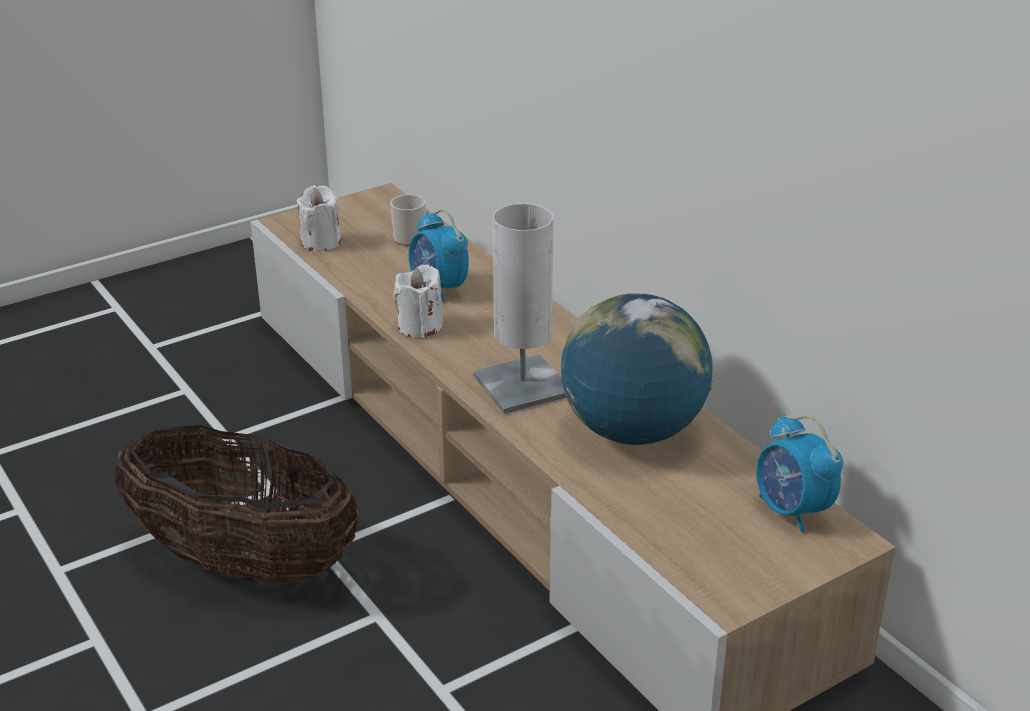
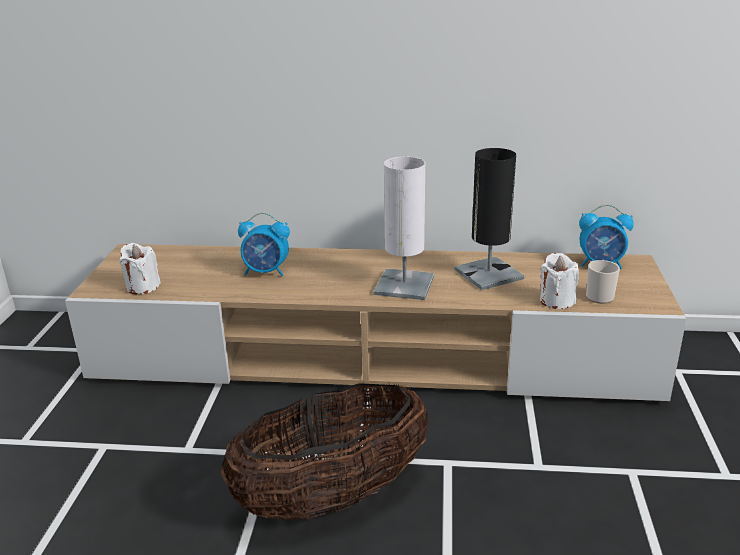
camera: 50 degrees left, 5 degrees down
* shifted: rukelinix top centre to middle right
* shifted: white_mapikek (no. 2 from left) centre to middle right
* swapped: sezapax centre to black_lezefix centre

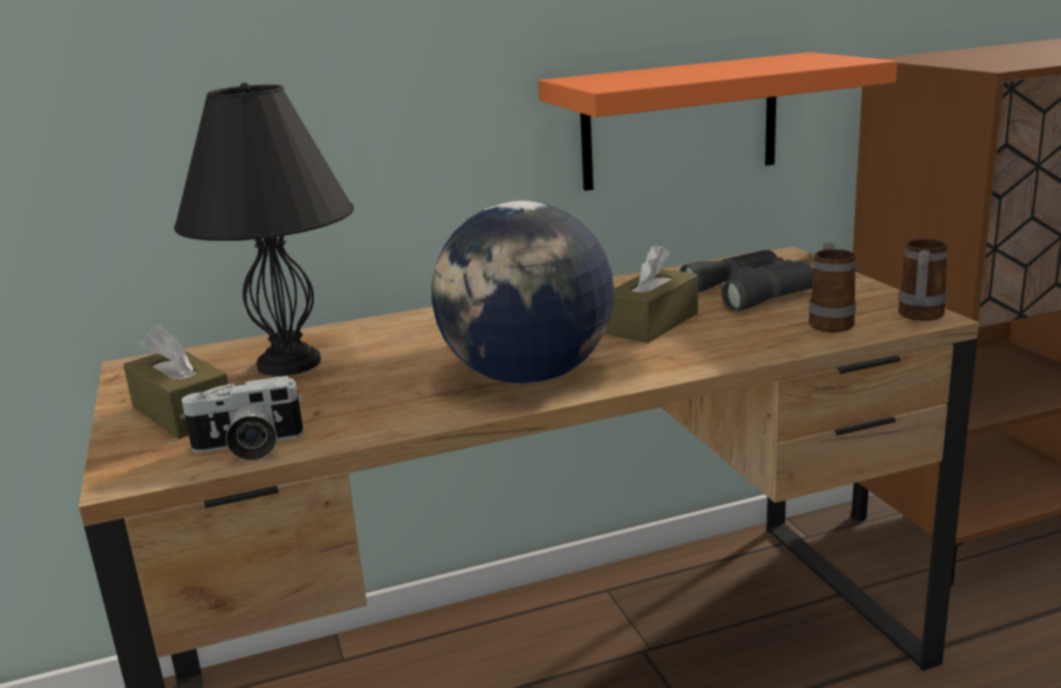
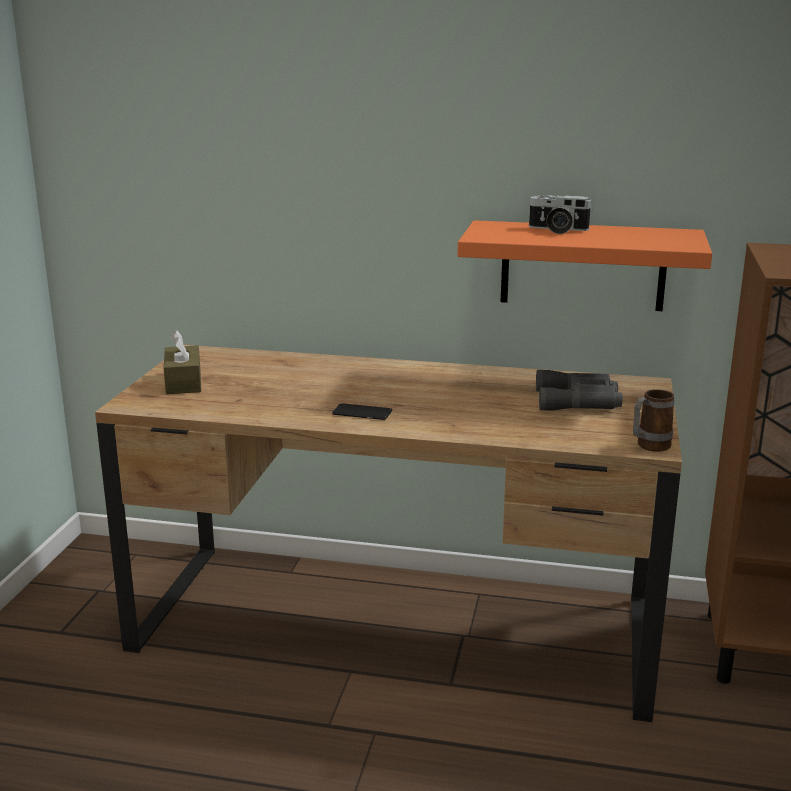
camera: 30 degrees right, 0 degrees up
* gone: black_lezefix top left
* gone: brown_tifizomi (no. 2 from left) centre
* gone: rukelinix (no. 1 from left) middle right
* shifted: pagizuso middle left to top right
* swapped: sezapax centre to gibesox centre

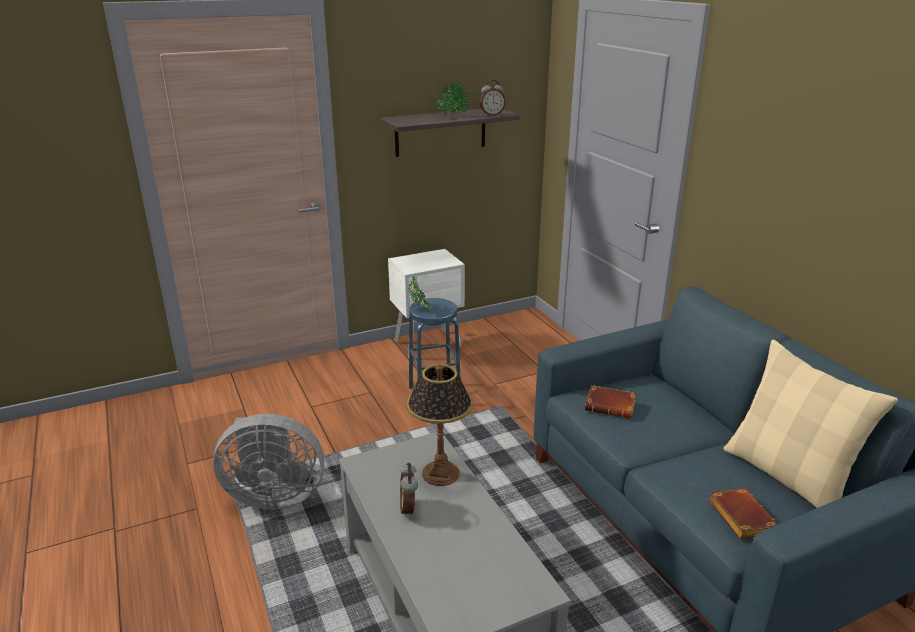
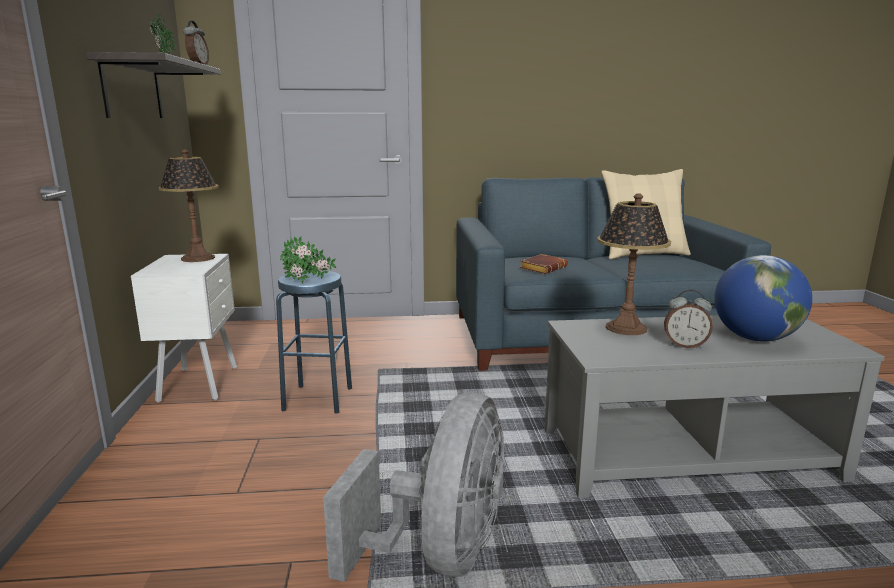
camera: 70 degrees left, 10 degrees down
* gone: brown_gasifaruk (no. 2 from left) bottom right
* new: lezefix (no. 1 from left) middle left
* new: sezapax middle right

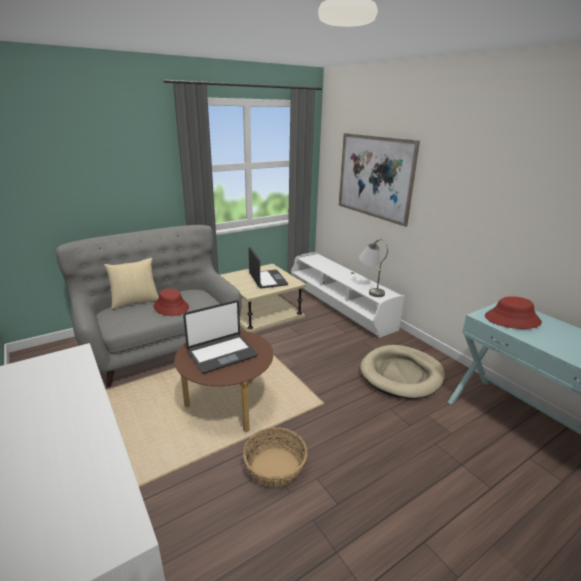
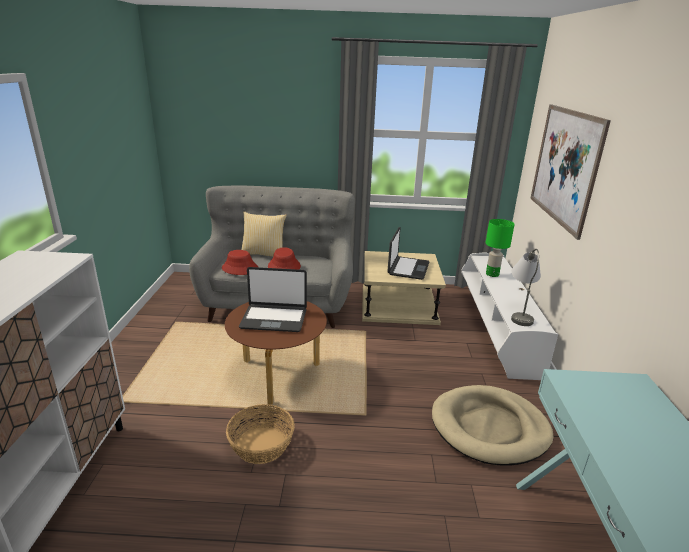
camera: 35 degrees right, 0 degrees up
* new: green_lezefix middle right
* shifted: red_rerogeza (no. 2 from left in the first image) middle right to red_rerogeza (no. 1 from left) centre

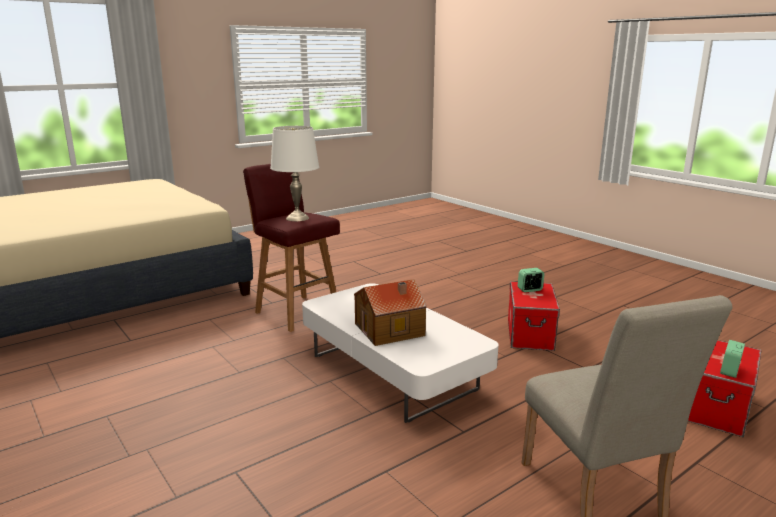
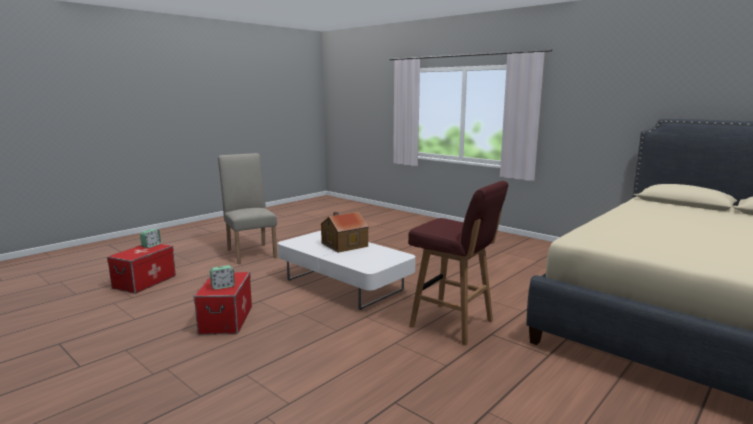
camera: 170 degrees right, 5 degrees down
* gone: white_lezefix centre

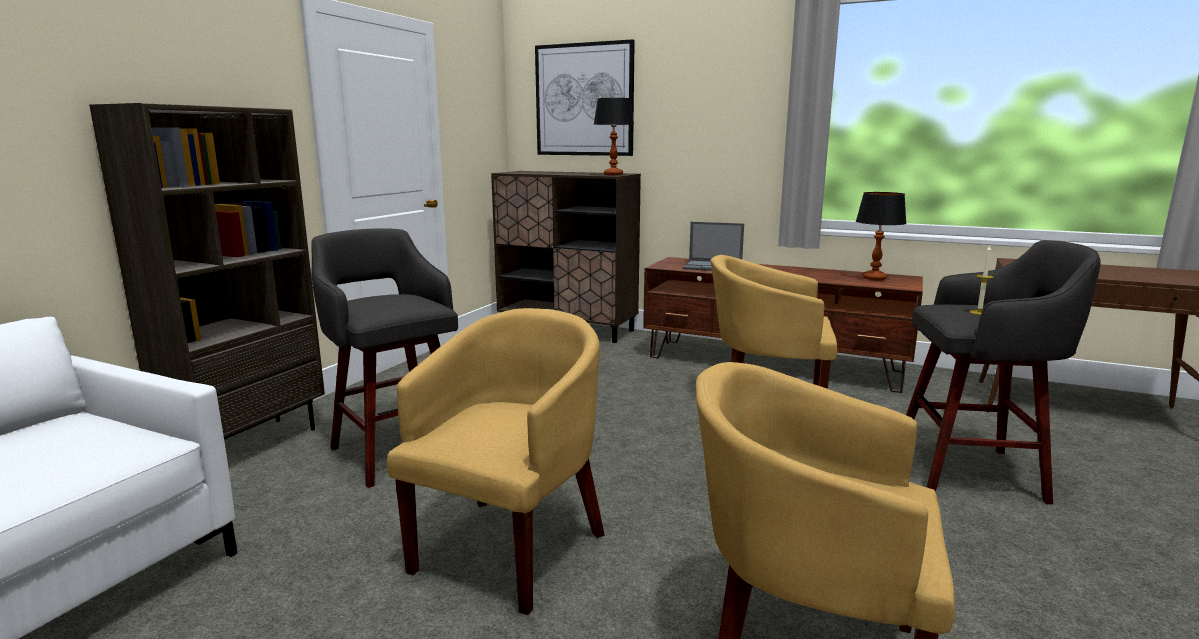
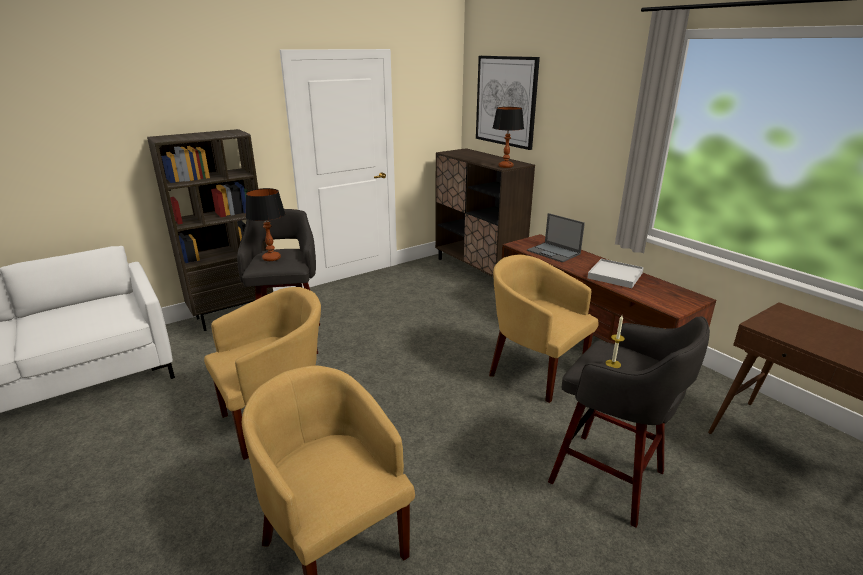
camera: 30 degrees right, 10 degrees up
* new: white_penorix middle right
* shifted: lezefix (no. 2 from left in the first image) middle right to lezefix (no. 1 from left) middle left

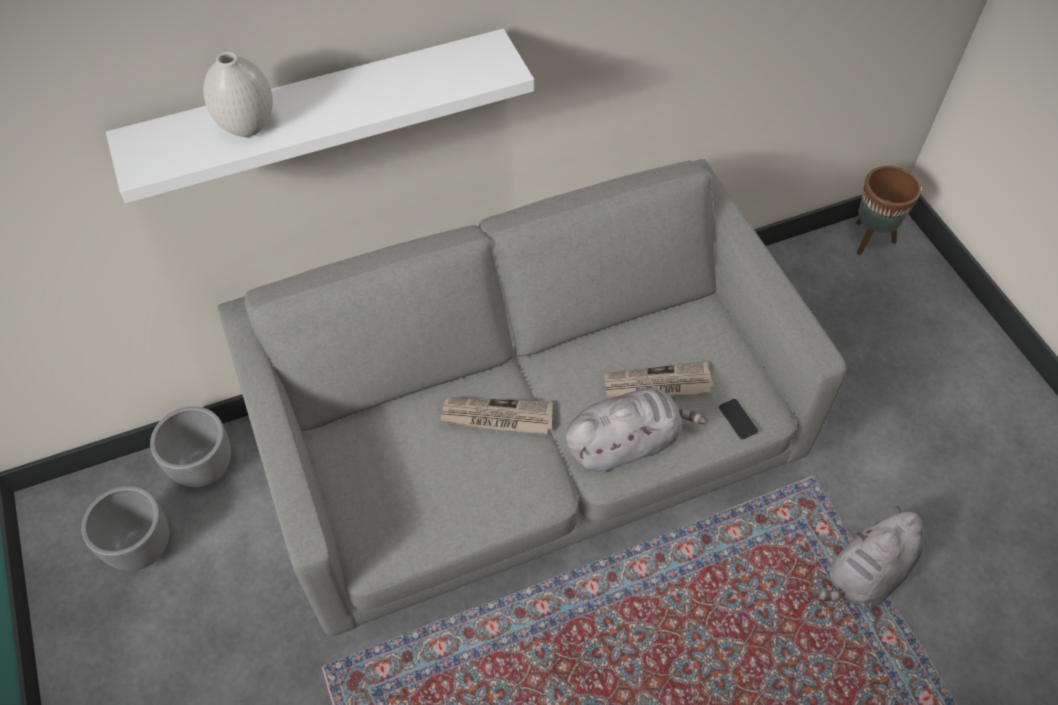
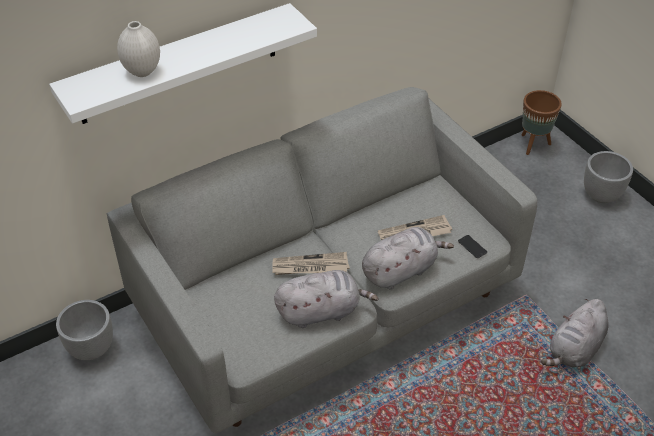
camera: 10 degrees left, 10 degrees down
* new: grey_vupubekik (no. 1 from left) bottom centre
* shifted: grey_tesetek (no. 1 from left in the first image) bottom left to grey_tesetek (no. 2 from left) middle right

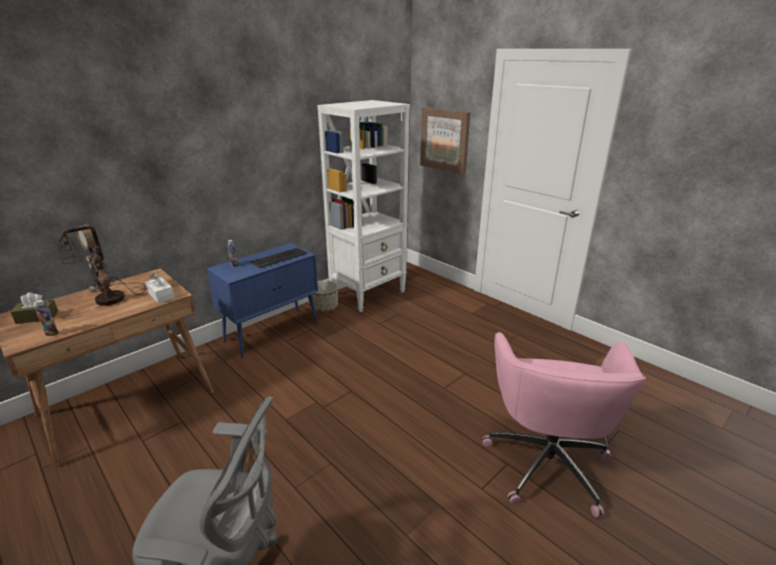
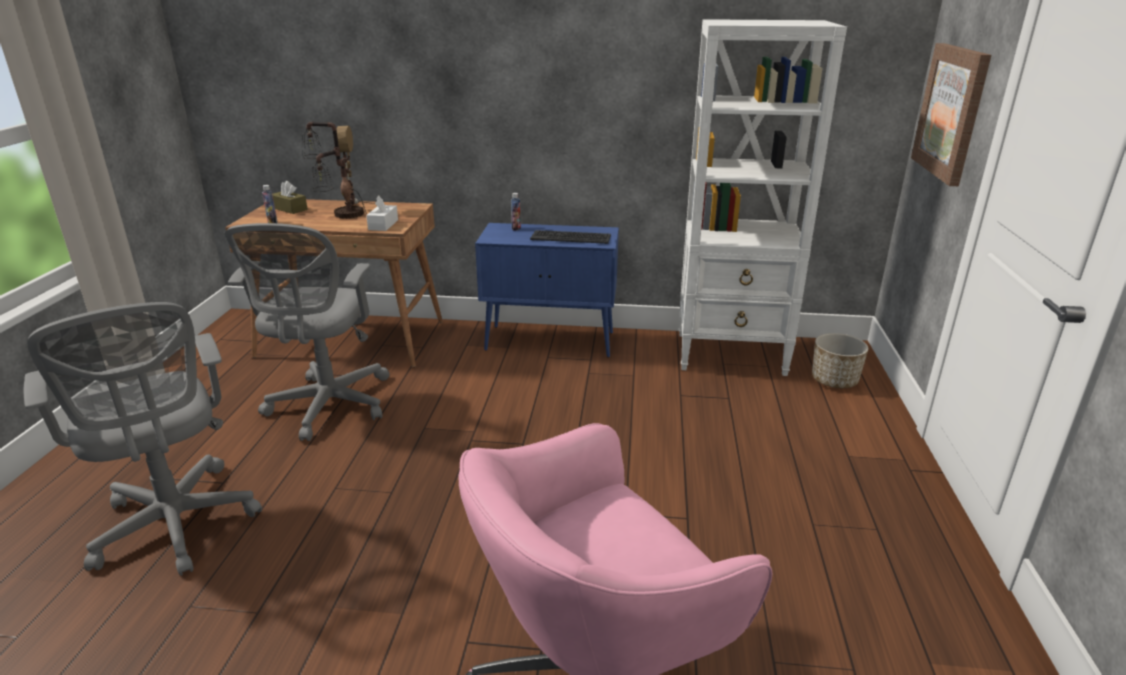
camera: 50 degrees right, 0 degrees up
* new: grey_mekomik (no. 2 from left) middle left
* shifted: tesetek centre to middle right

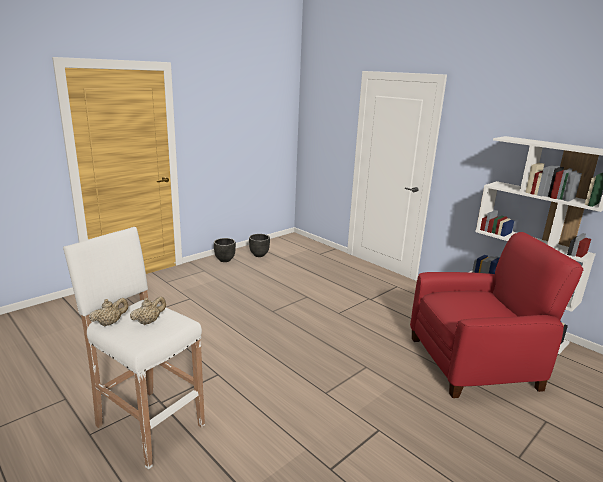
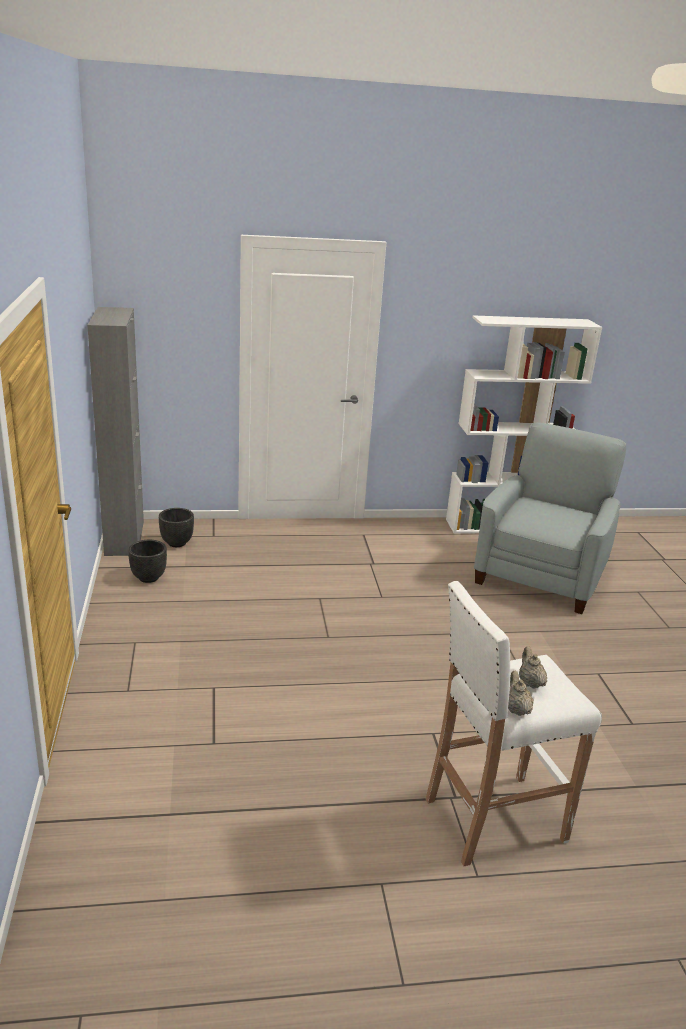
camera: 55 degrees left, 5 degrees up
* new: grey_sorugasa middle left
* shifted: black_tesetek (no. 1 from left in the first image) centre to black_tesetek (no. 2 from left) middle left
* repainted: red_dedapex middle right to grey_dedapex middle right

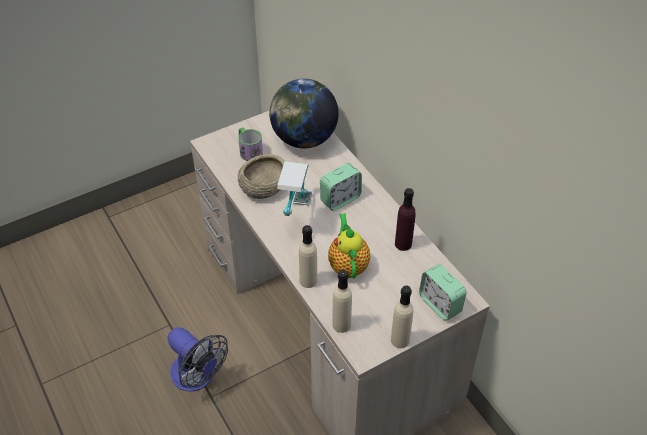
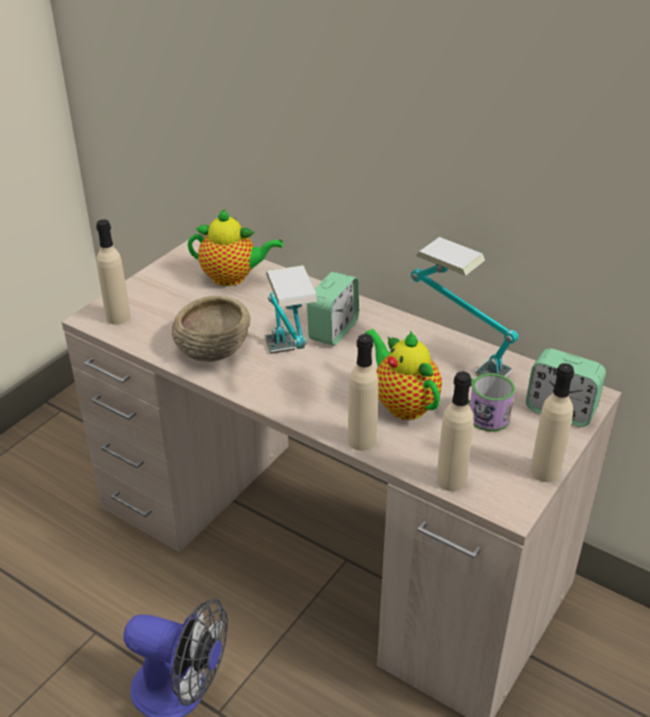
camera: 25 degrees left, 10 degrees down
* new: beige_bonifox (no. 1 from left) middle left
* shifted: rukelinix top centre to middle right
* swapped: sezapax top centre to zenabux (no. 1 from left) centre
* swapped: purple_bonifox centre to lezefix (no. 2 from left) middle right

